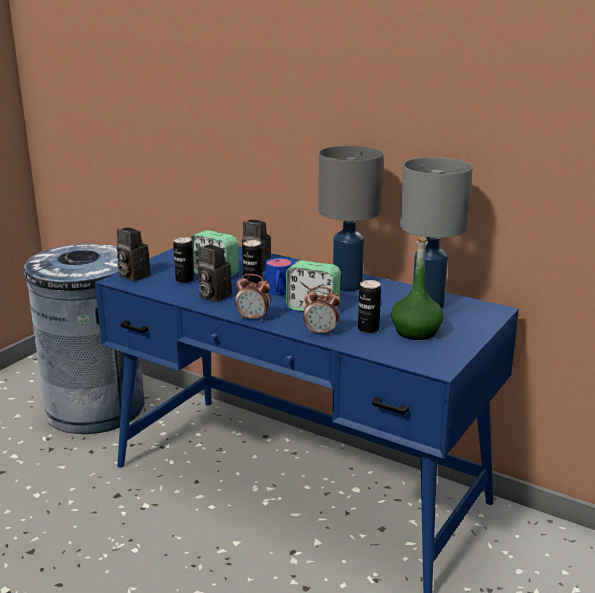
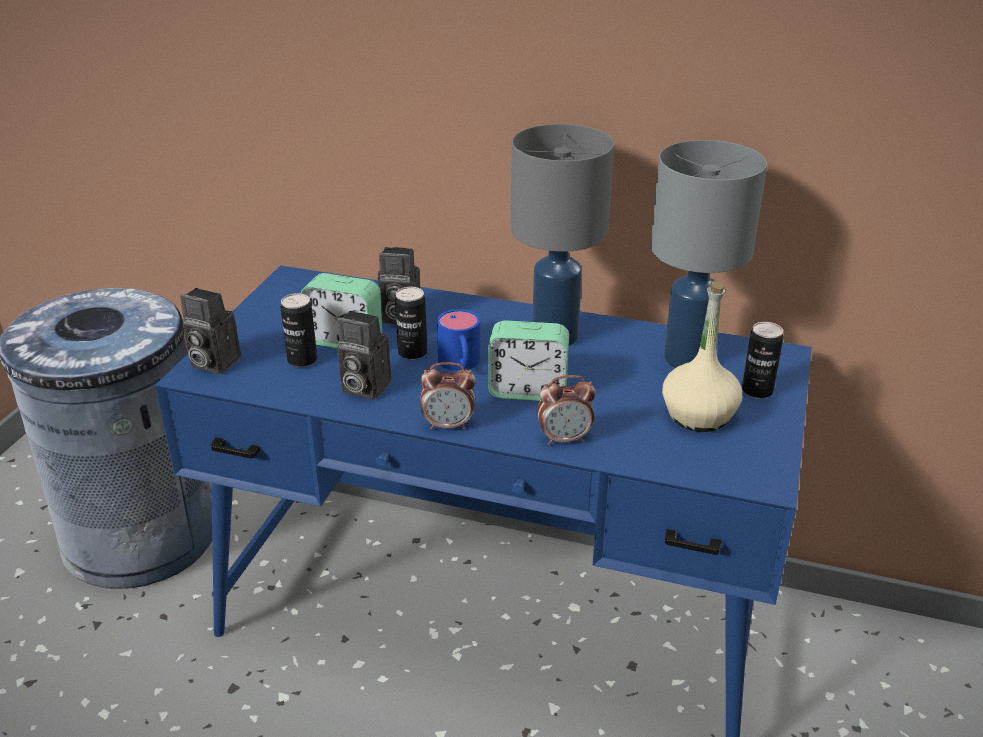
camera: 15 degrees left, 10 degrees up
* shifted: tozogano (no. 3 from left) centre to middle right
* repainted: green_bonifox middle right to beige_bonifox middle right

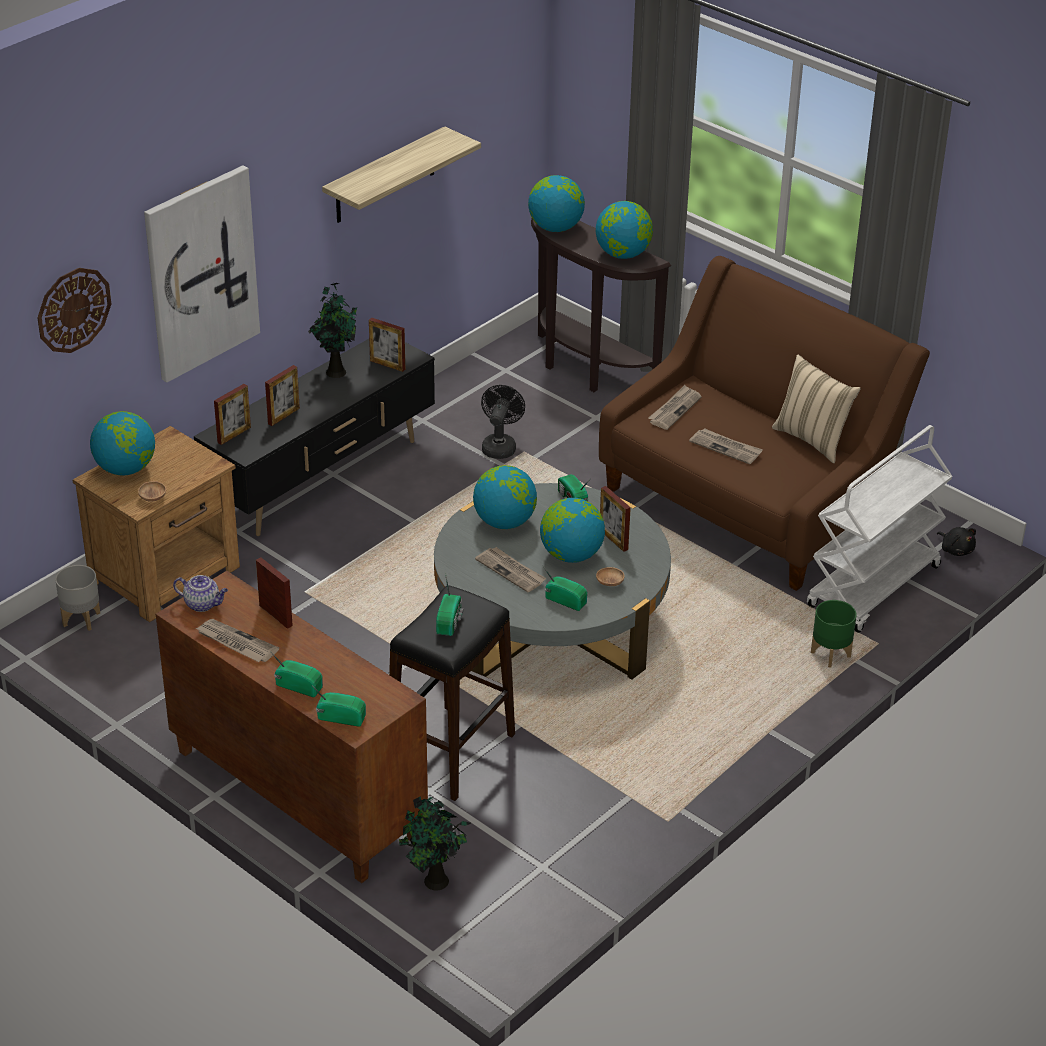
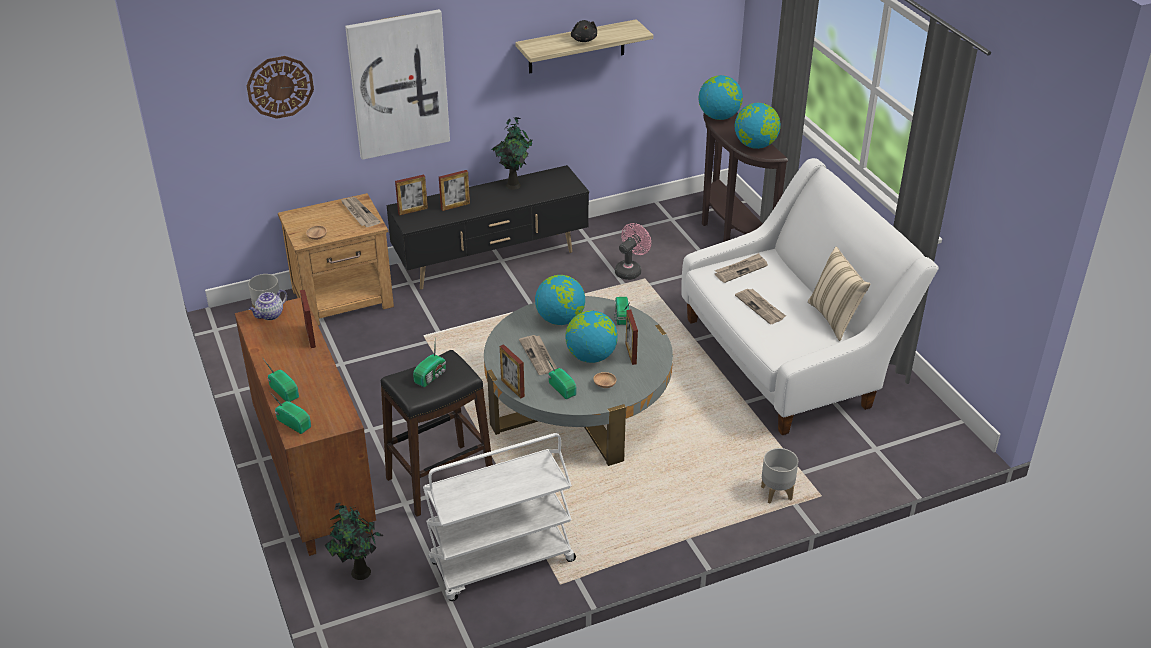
camera: 25 degrees right, 0 degrees up
* gone: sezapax (no. 1 from left) middle left
* shifted: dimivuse (no. 1 from left) middle left to top left
* shifted: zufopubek (no. 4 from left) top centre to centre
* shifted: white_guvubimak middle right to bottom centre
* shifted: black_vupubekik middle right to top centre
* repainted: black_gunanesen centre to pink_gunanesen centre
* repainted: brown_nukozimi middle right to white_nukozimi middle right
* repainted: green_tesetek middle right to grey_tesetek (no. 2 from left) bottom right
* rotated: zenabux middle left = middle left 90 degrees clockwise

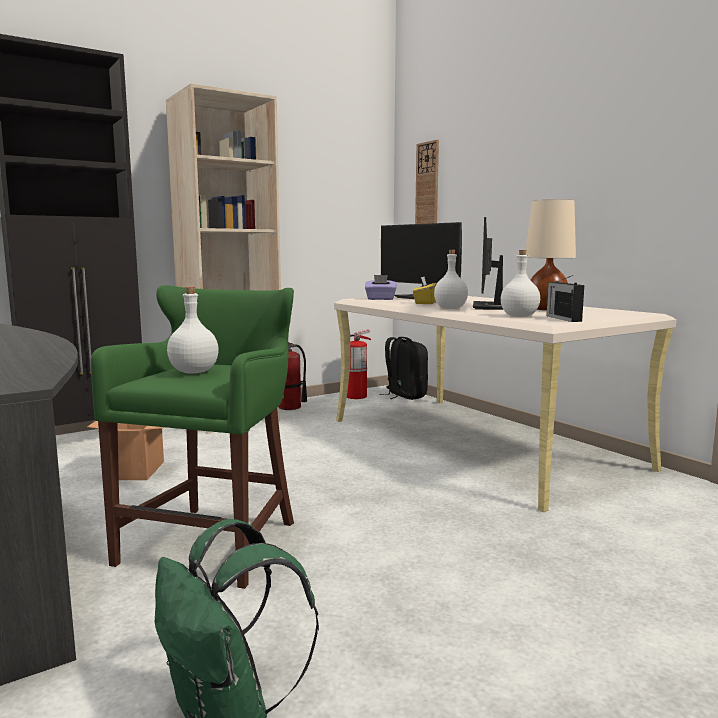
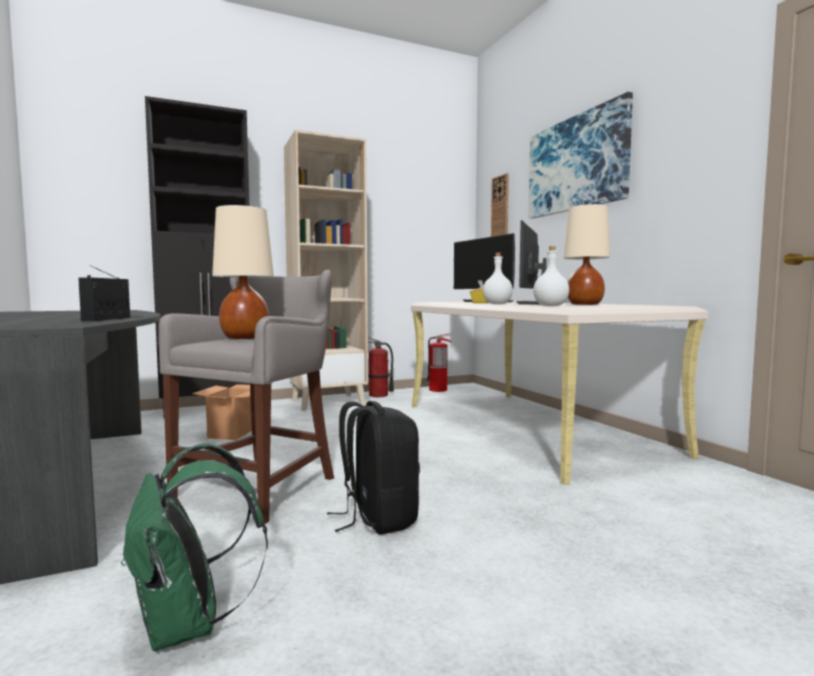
camera: 10 degrees right, 5 degrees down
* gone: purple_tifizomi centre
* new: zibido top right
* shifted: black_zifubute centre to bottom centre
* shifted: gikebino middle right to middle left
* swapped: white_bonifox (no. 1 from left) middle left to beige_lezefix (no. 1 from left) middle left
* repainted: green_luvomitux middle left to grey_luvomitux middle left

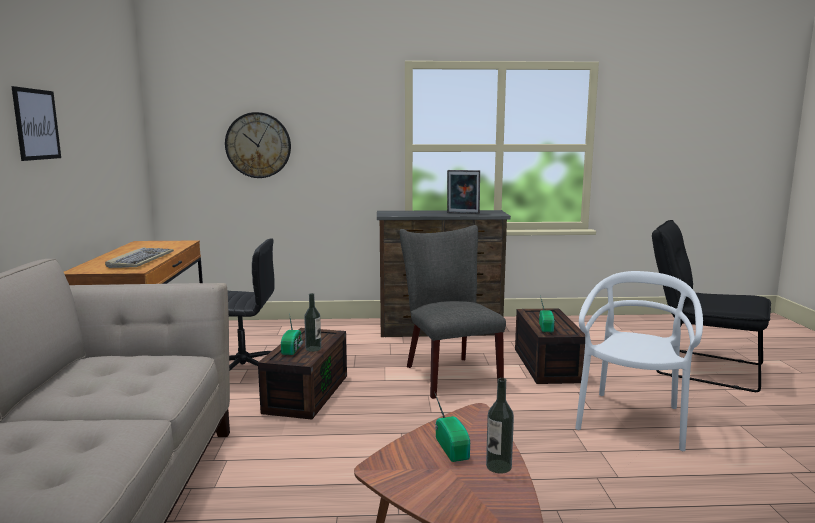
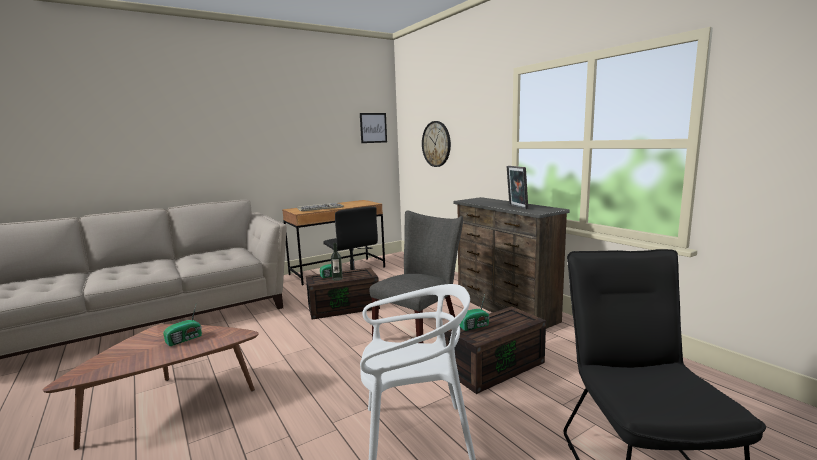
camera: 60 degrees right, 0 degrees up
* gone: bonifox (no. 2 from left) bottom centre
* shifted: zibido top left to top centre

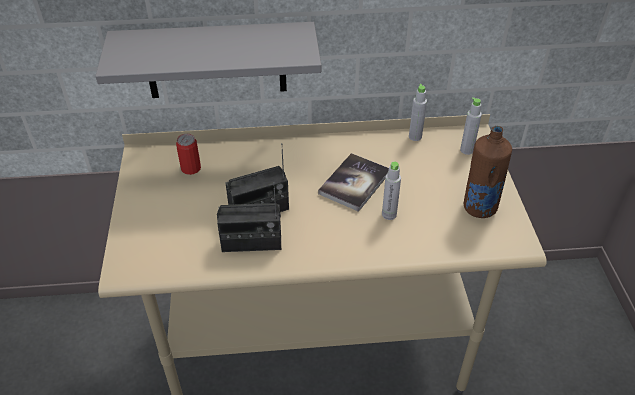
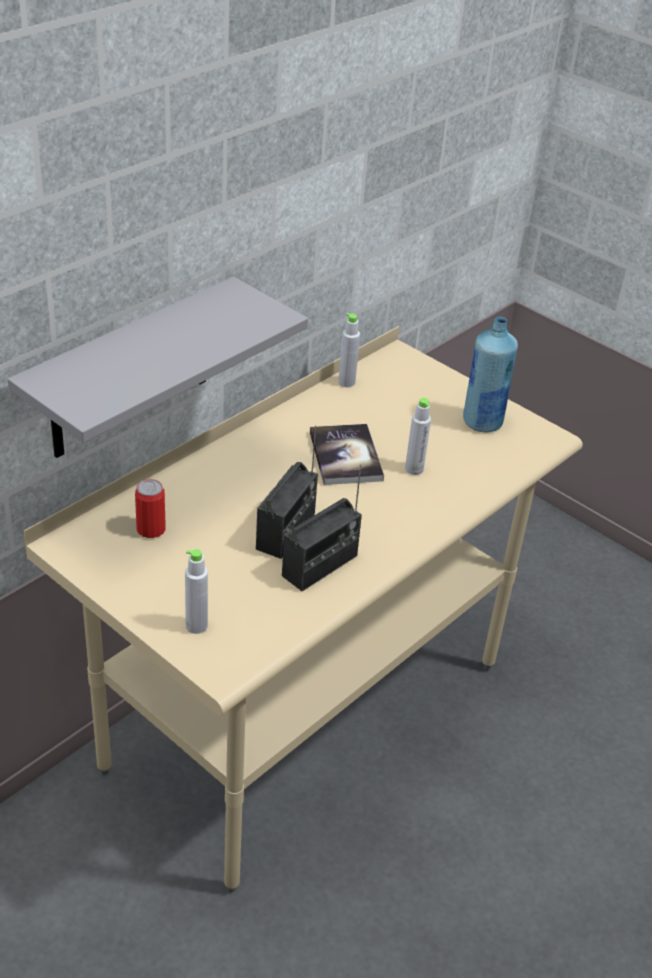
camera: 45 degrees left, 5 degrees down
* shifted: grey_bonifox (no. 3 from left in the first image) top right to grey_bonifox (no. 1 from left) middle left
* repainted: brown_bonifox middle right to blue_bonifox middle right

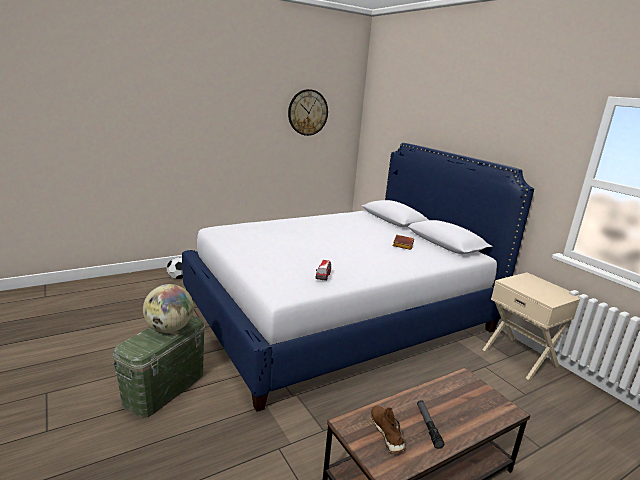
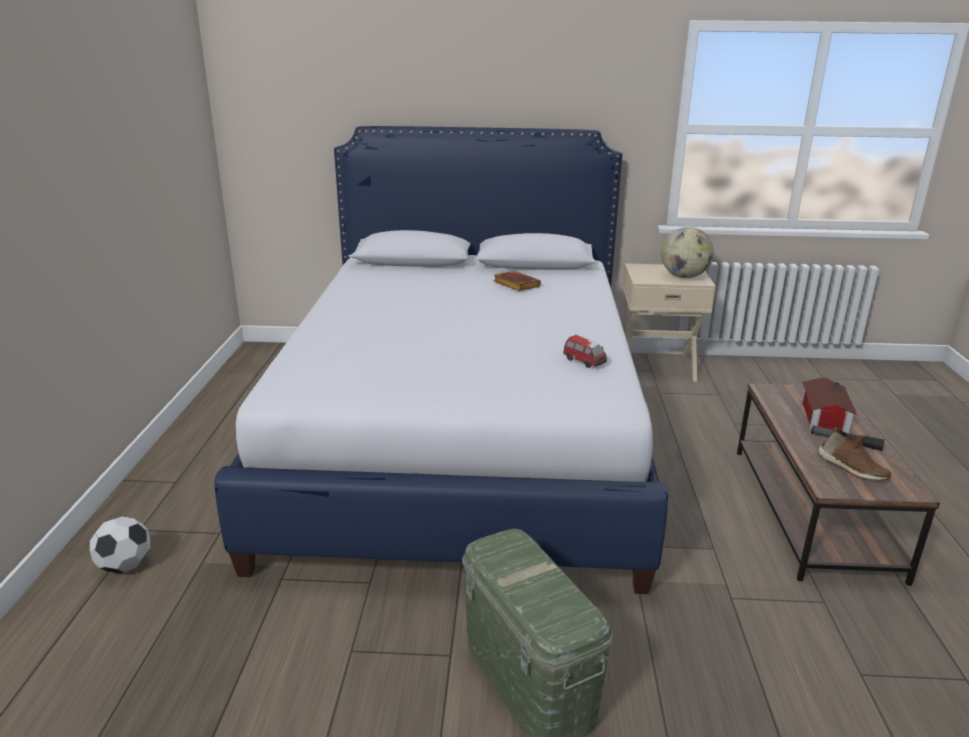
camera: 55 degrees left, 5 degrees up
* gone: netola top centre
* new: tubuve middle right
* shifted: sezapax middle left to middle right
* rotated: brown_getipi bottom centre = middle right 150 degrees counterclockwise

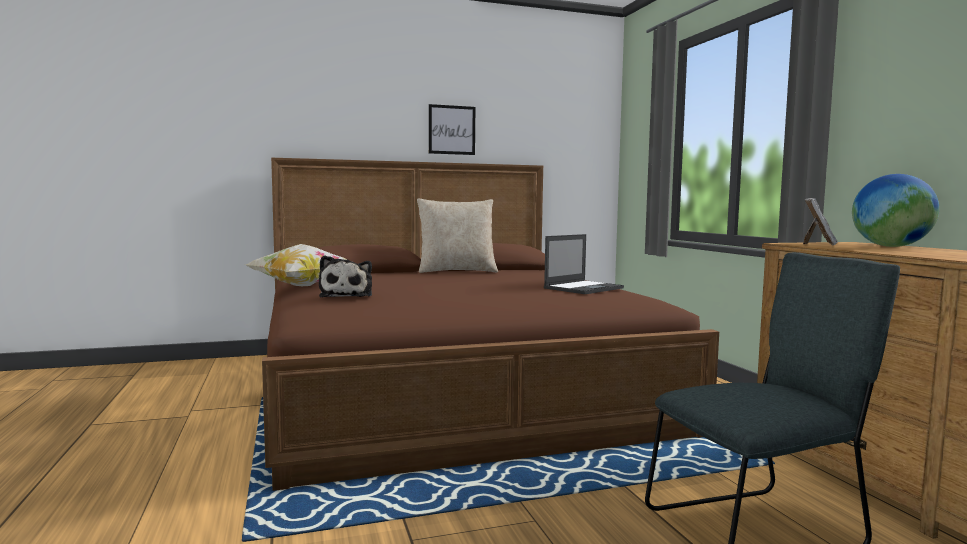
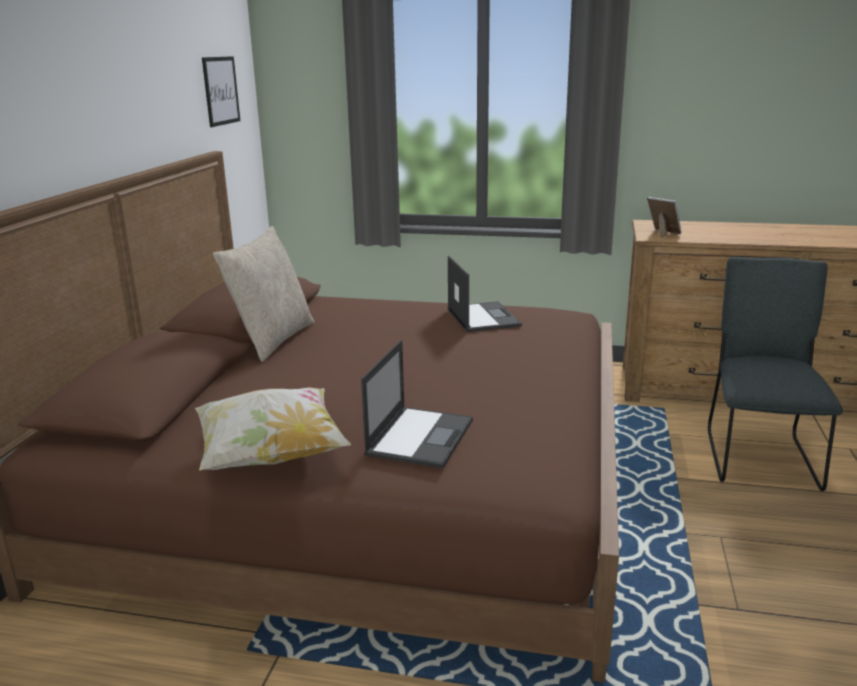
camera: 60 degrees left, 15 degrees up
* gone: sezapax middle right
* shifted: zibido top centre to top left
* swapped: vupubekik centre to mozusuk (no. 1 from left) centre

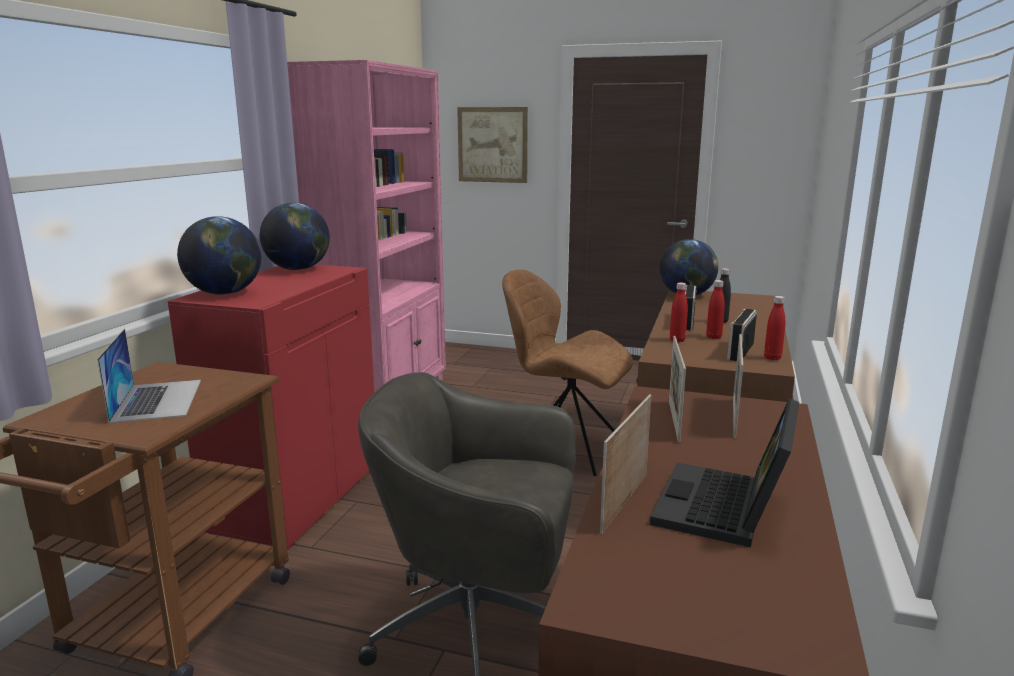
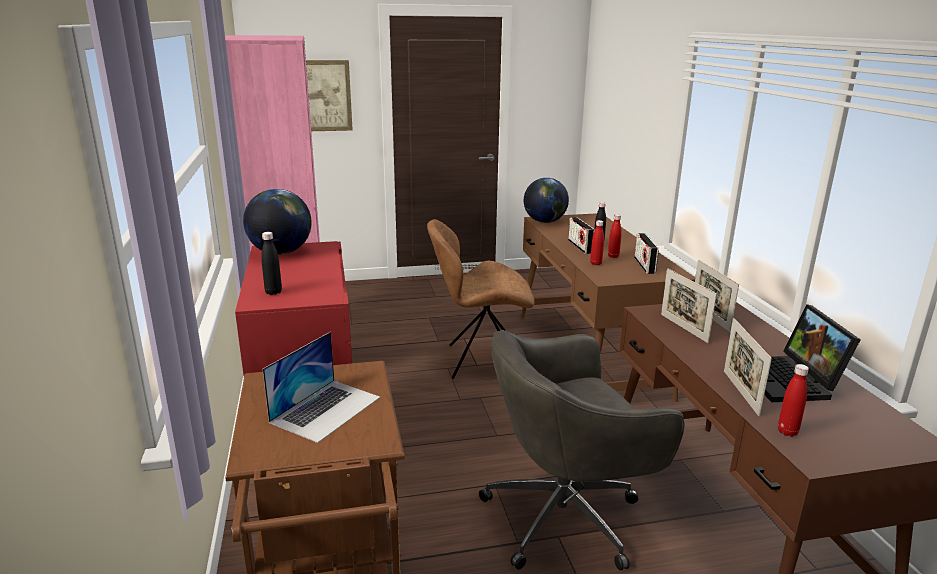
camera: 30 degrees left, 5 degrees up
* shifted: red_bonifox (no. 3 from left) middle right to bottom right
* swapped: sezapax (no. 1 from left) middle left to black_bonifox (no. 1 from left) middle left
* rotated: mozusuk (no. 1 from left) middle left = bottom centre 75 degrees clockwise

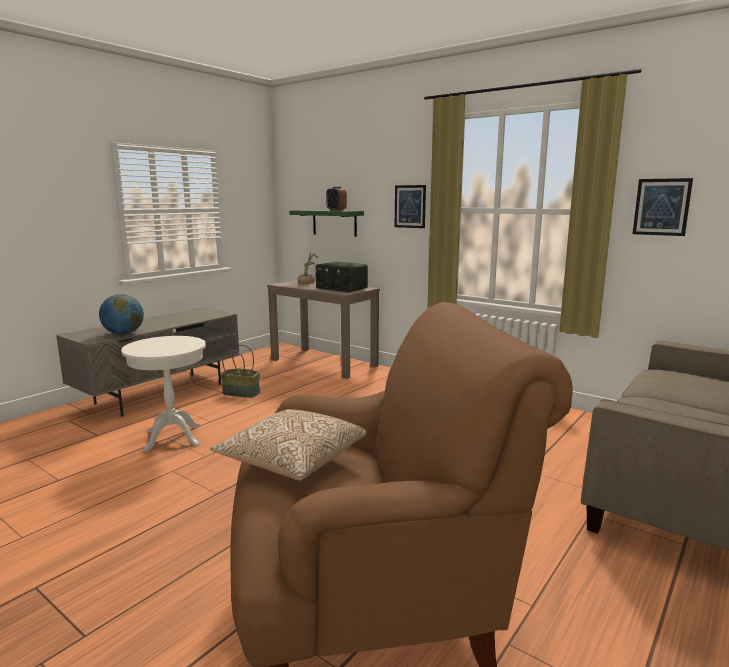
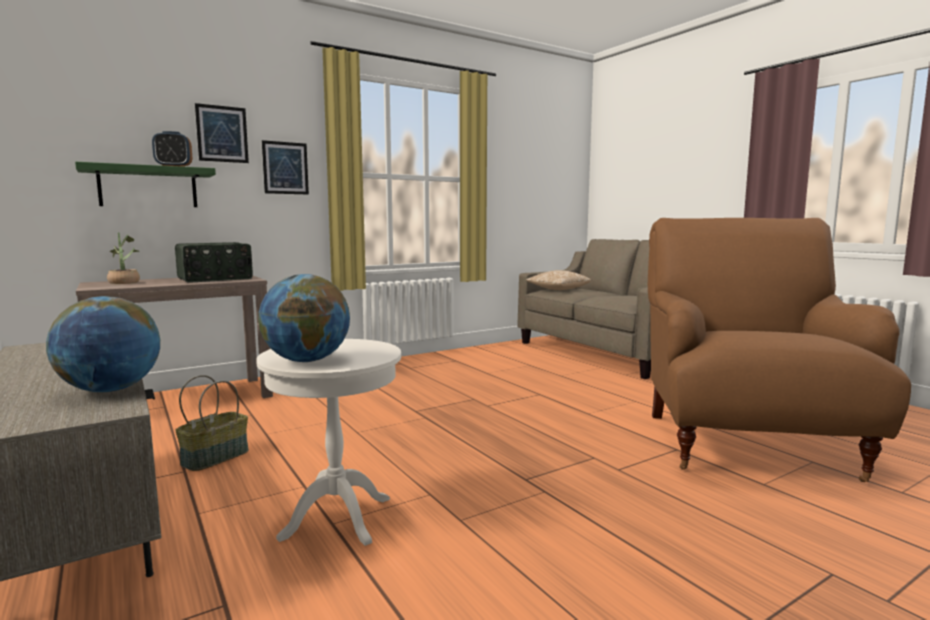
camera: 70 degrees left, 5 degrees down
* new: sezapax (no. 2 from left) middle left
* shifted: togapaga bottom centre to centre
* shifted: zibido (no. 2 from left in the first image) top right to zibido (no. 1 from left) top left

